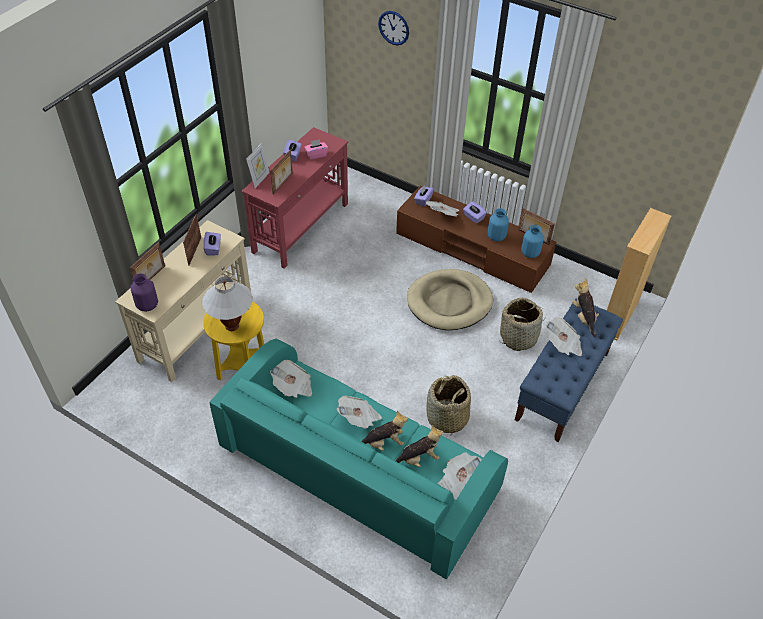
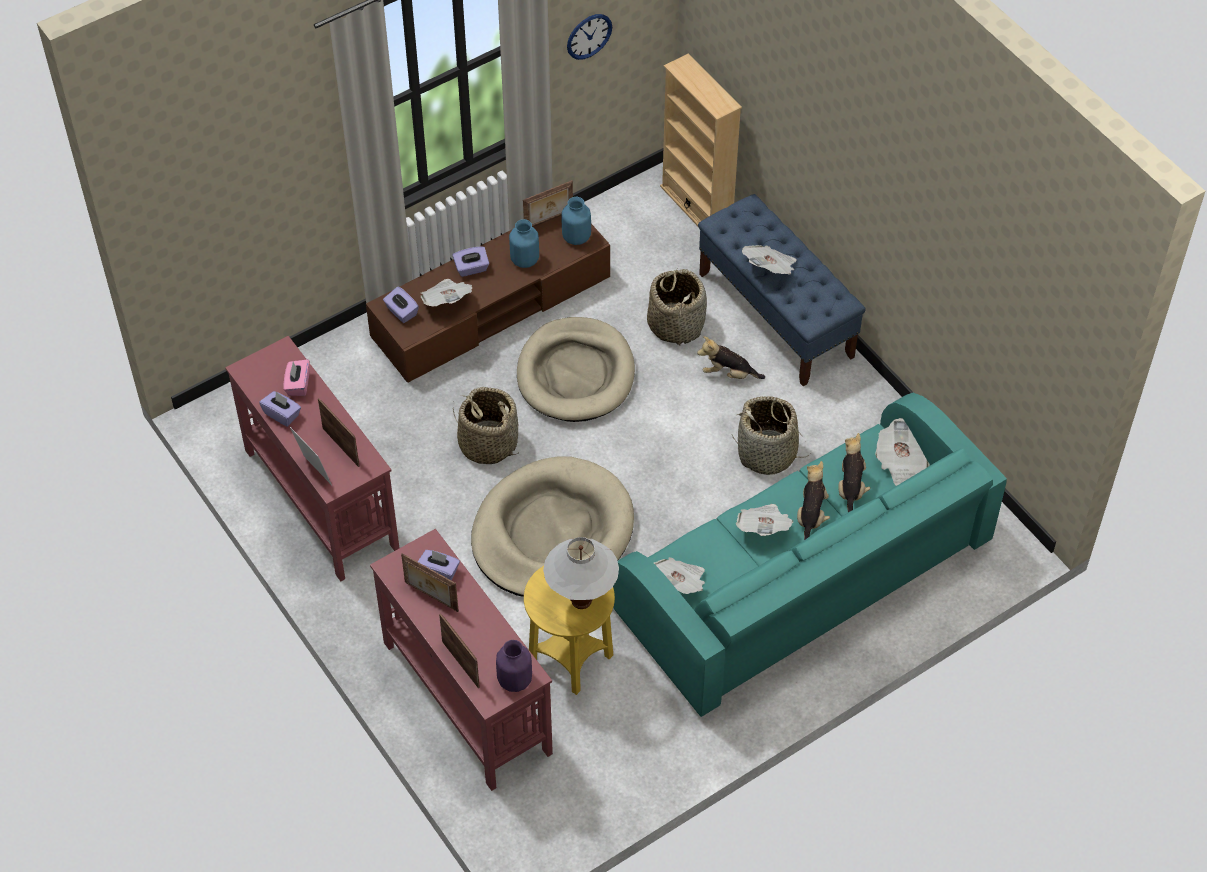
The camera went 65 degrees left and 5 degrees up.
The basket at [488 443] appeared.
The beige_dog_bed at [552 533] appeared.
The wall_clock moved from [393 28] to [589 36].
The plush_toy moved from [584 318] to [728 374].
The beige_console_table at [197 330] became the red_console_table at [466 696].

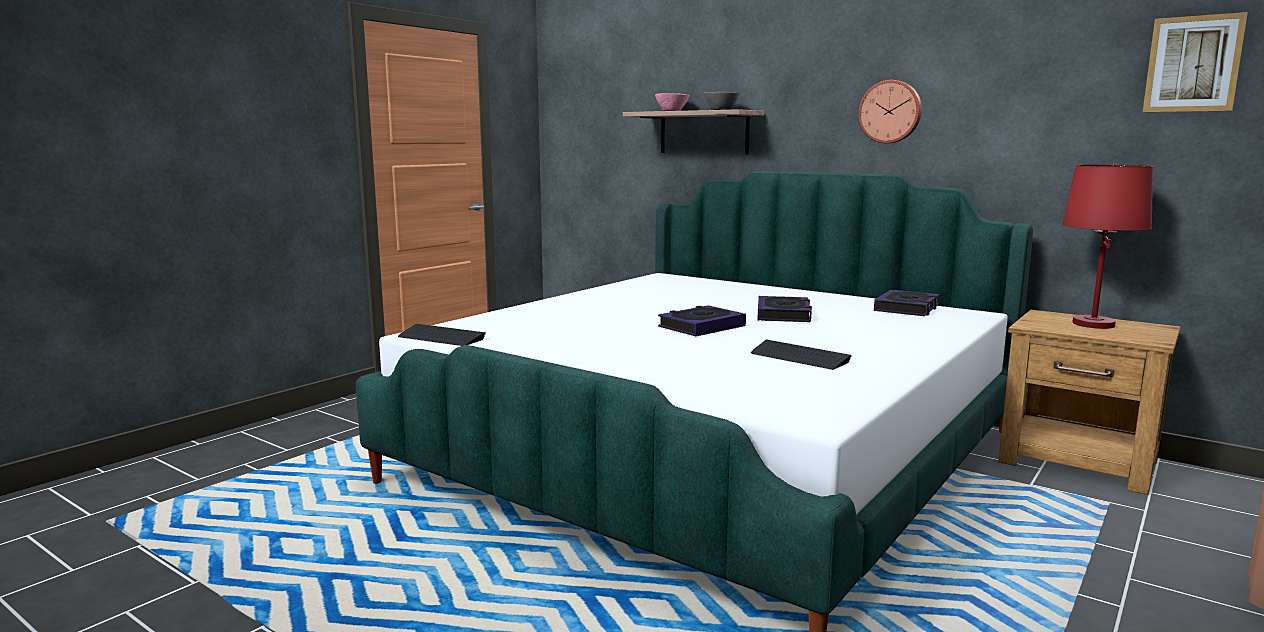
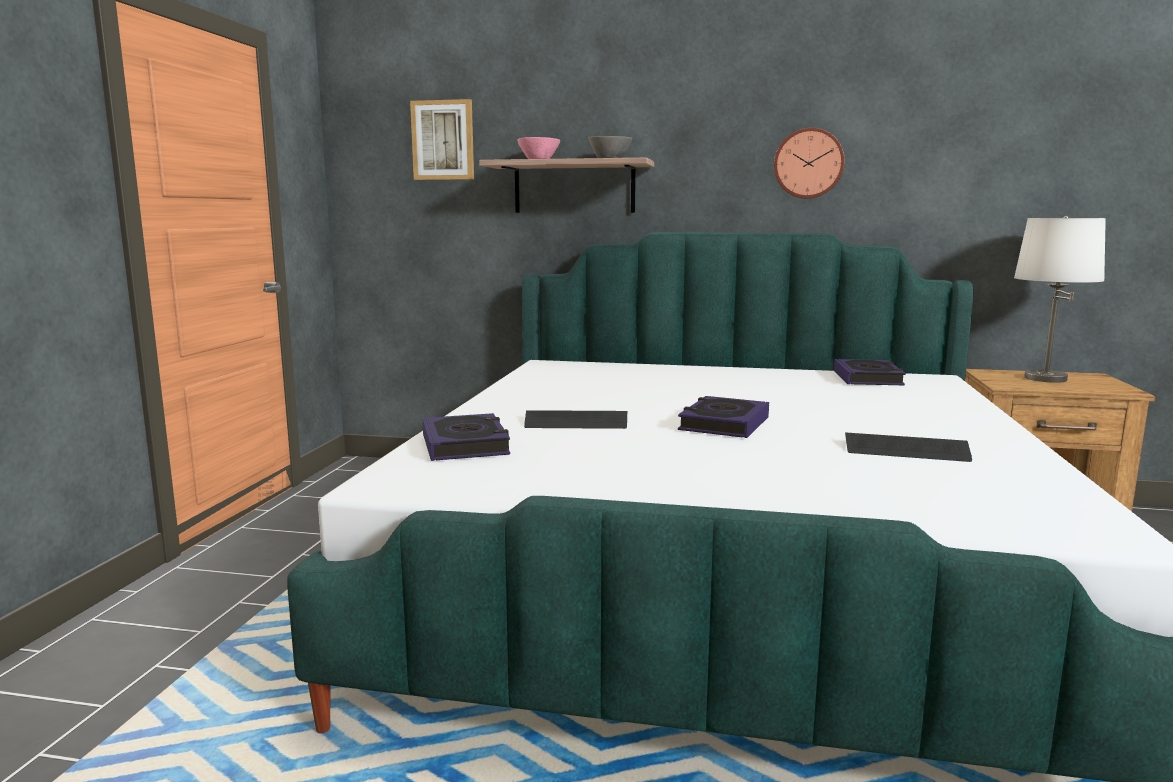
The camera went 25 degrees left and 0 degrees up.
The keyboard moved from [441 337] to [576 423].
The book moved from [783 315] to [465 445].
The picture moved from [1193 64] to [443 140].
The red_table_lamp at [1092 324] became the white_table_lamp at [1044 378].

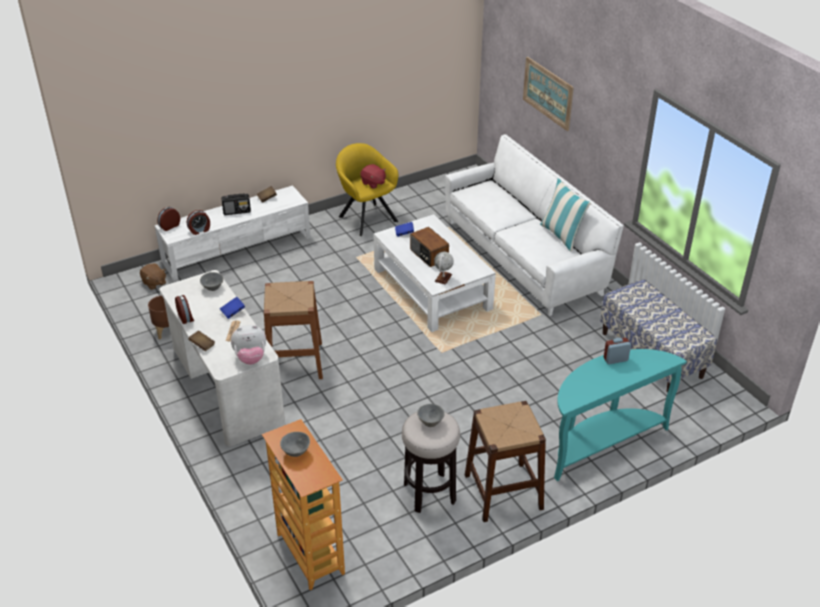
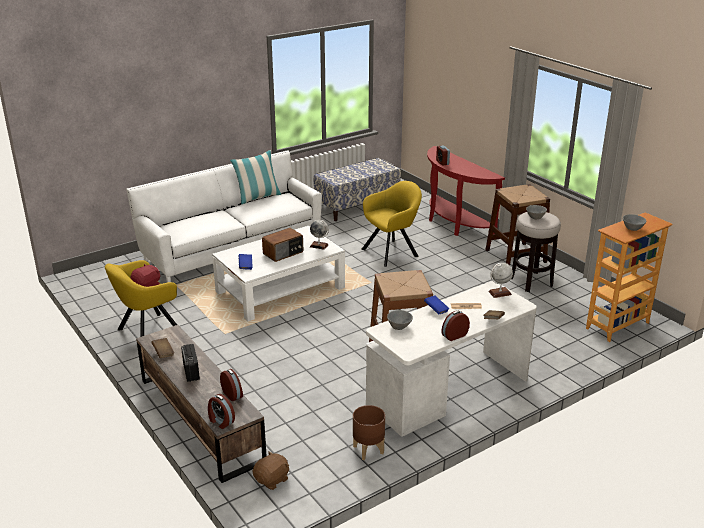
The camera went 95 degrees left and 10 degrees down.
The picture at [548 93] disappeared.
The yellow_armchair at [392 252] appeared.
The plush_toy at [250 358] was replaced by the globe at [499 293].
The white_tv_stand at [237 249] became the brown_tv_stand at [200 418].
The turquoise_console_table at [602 443] became the red_console_table at [453 224].

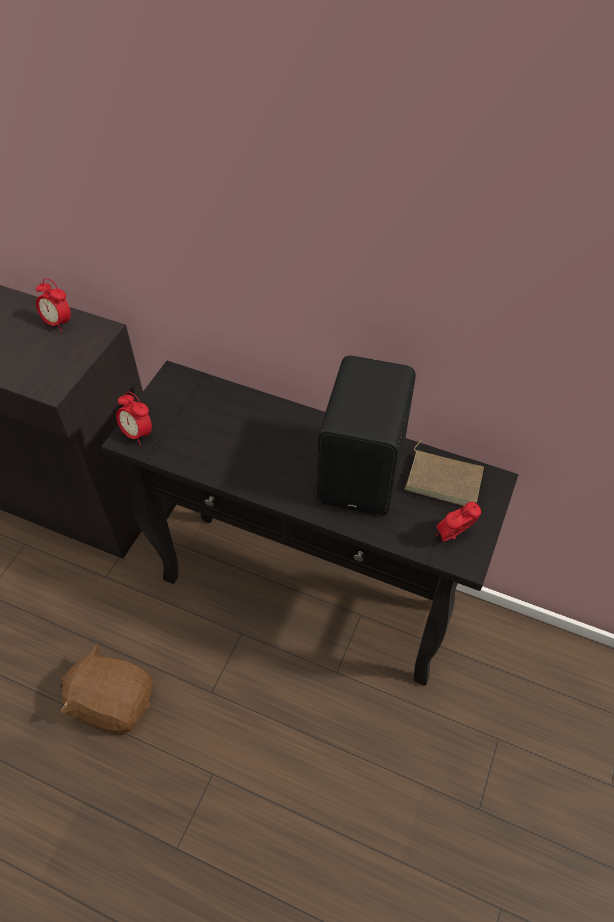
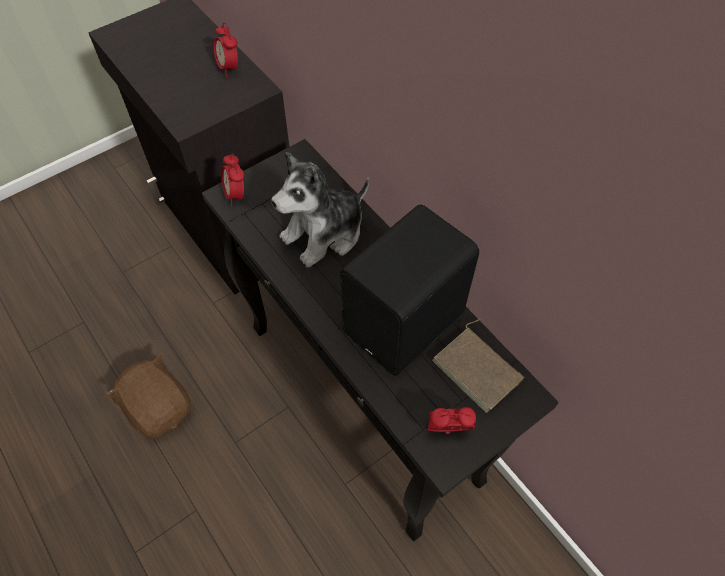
The camera went 30 degrees right and 5 degrees up.
The plush_toy at [324 233] appeared.

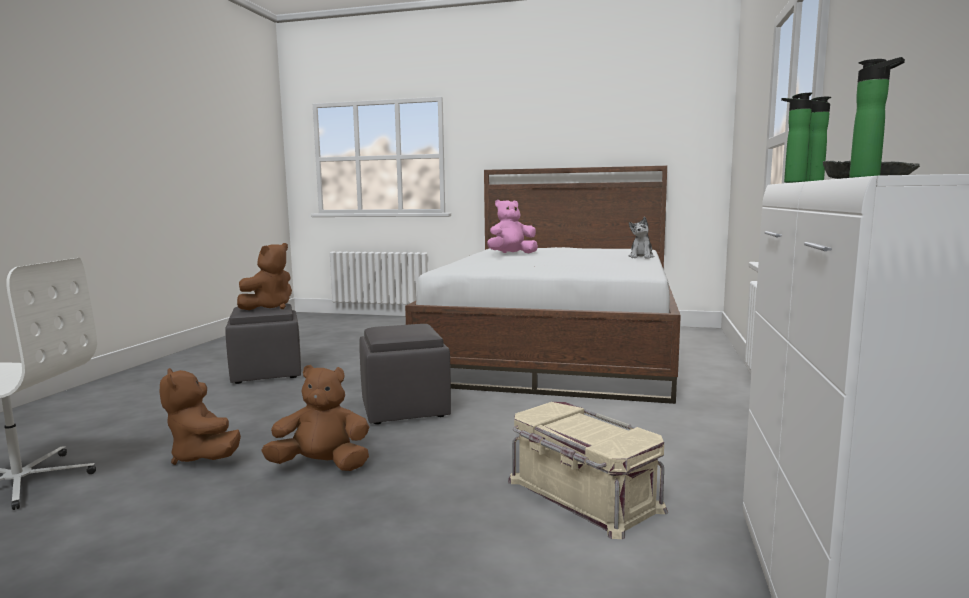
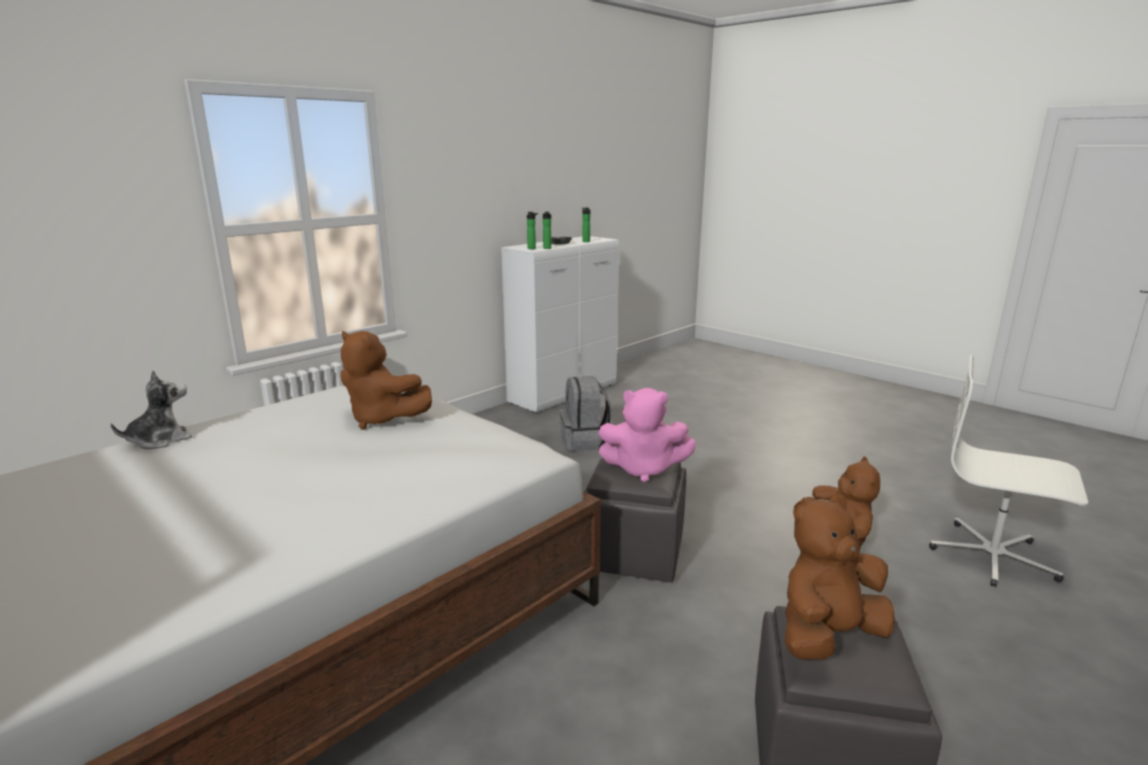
The camera went 150 degrees left and 10 degrees up.
The brown_plush_toy moved from [322 465] to [382 419].
The pink_plush_toy moved from [511 254] to [643 469].
The beige_storage_box at [581 495] was replaced by the grey_backpack at [585 442].

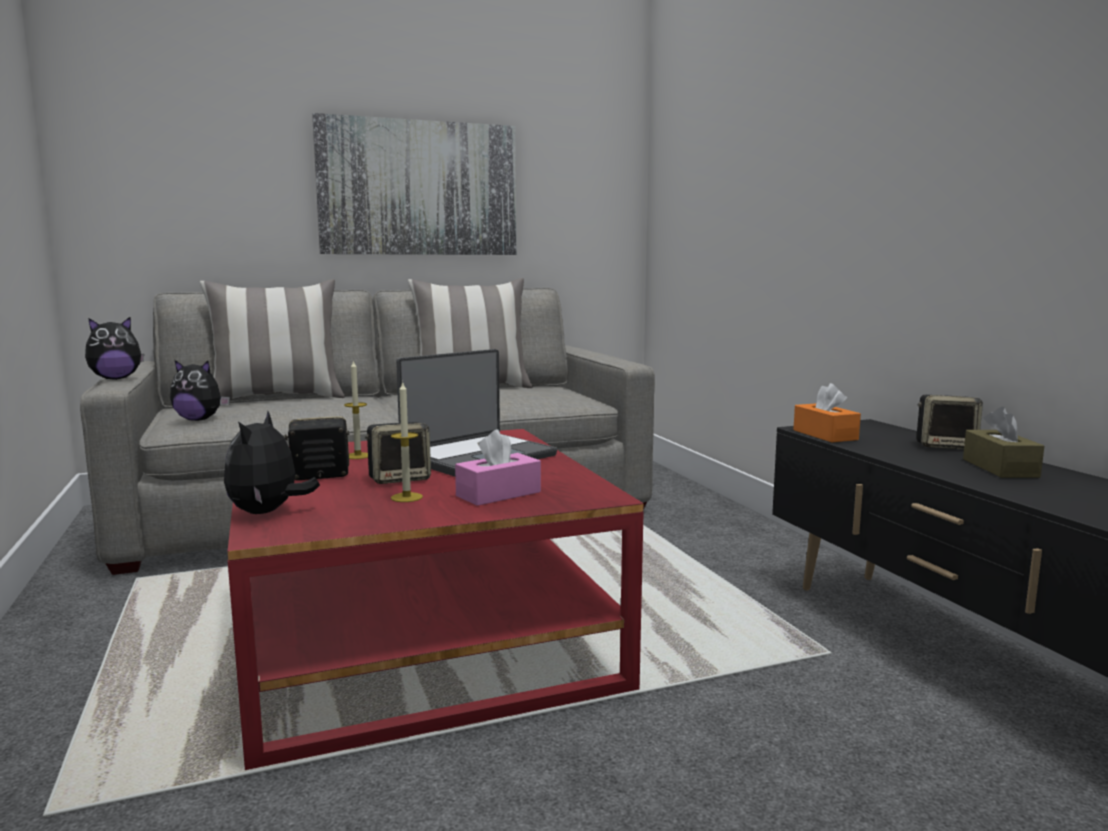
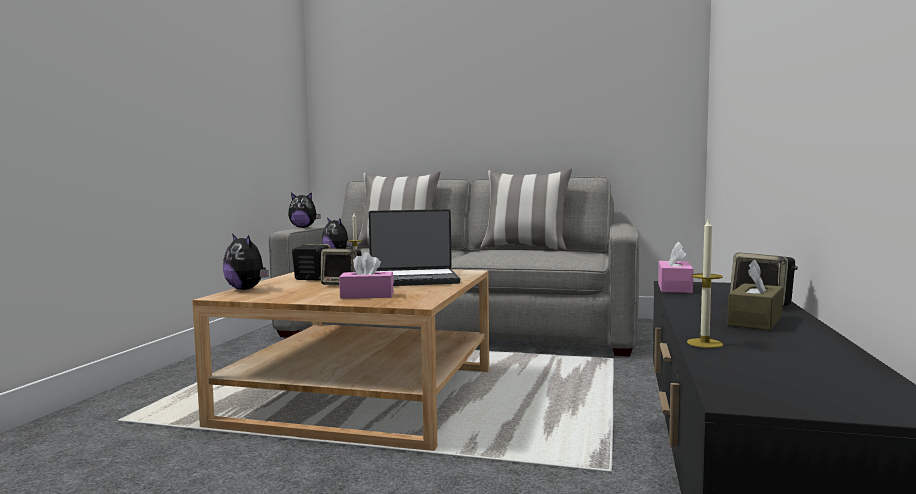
The camera went 35 degrees right and 5 degrees down.
The picture at [419 188] disappeared.
The candle moved from [406 497] to [704 343].
The red_coffee_table at [421 640] became the beige_coffee_table at [363 396].
The orange_tissue_box at [825 435] became the pink_tissue_box at [674 288].
The plush_toy at [268 512] turned 90 degrees counterclockwise.

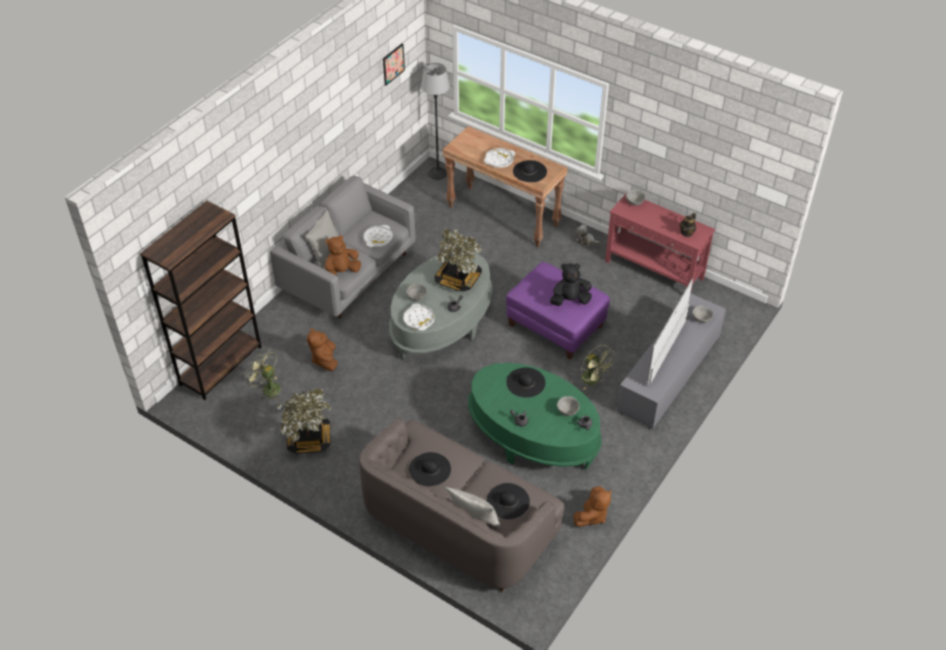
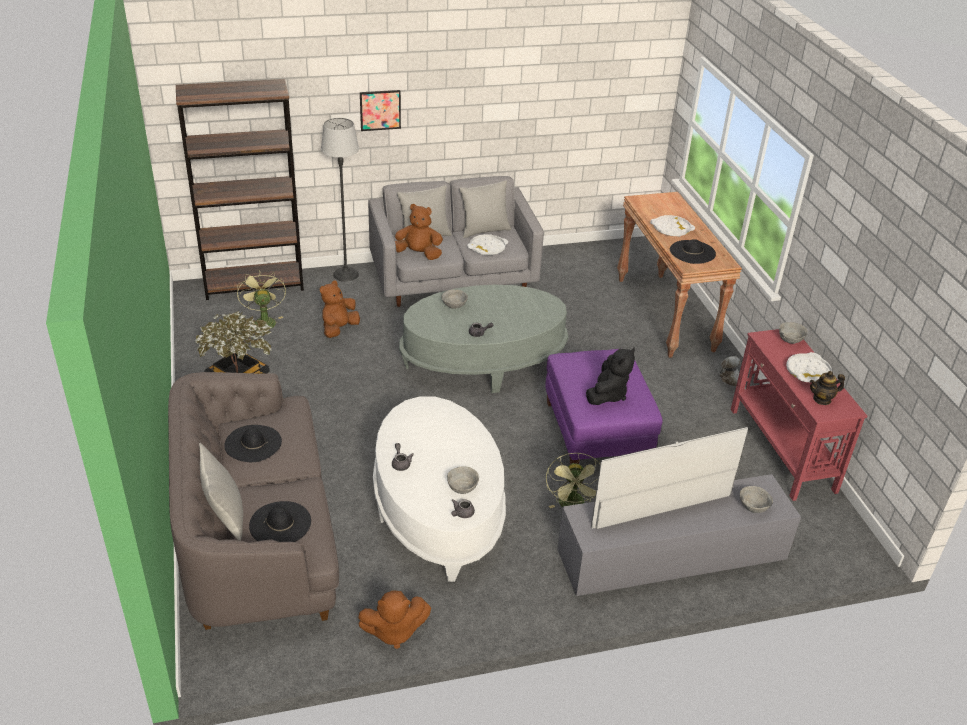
The camera went 40 degrees right and 10 degrees down.
The potted_plant at [457 279] disappeared.
The black_hat at [526 382] disappeared.
The grey_pillow at [484 230] appeared.
The picture moved from [393 64] to [380 110].
The white_tray moved from [419 319] to [807 372].
The floor_lamp moved from [438 173] to [346 274].
The green_coffee_table at [532 435] became the white_coffee_table at [438 511].
The black_plush_toy at [570 300] turned 90 degrees clockwise.

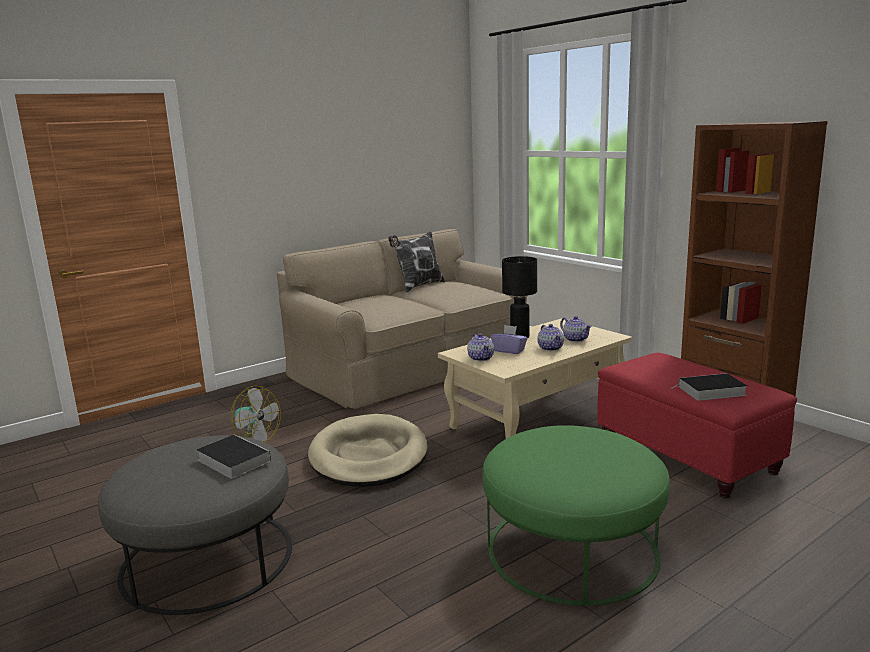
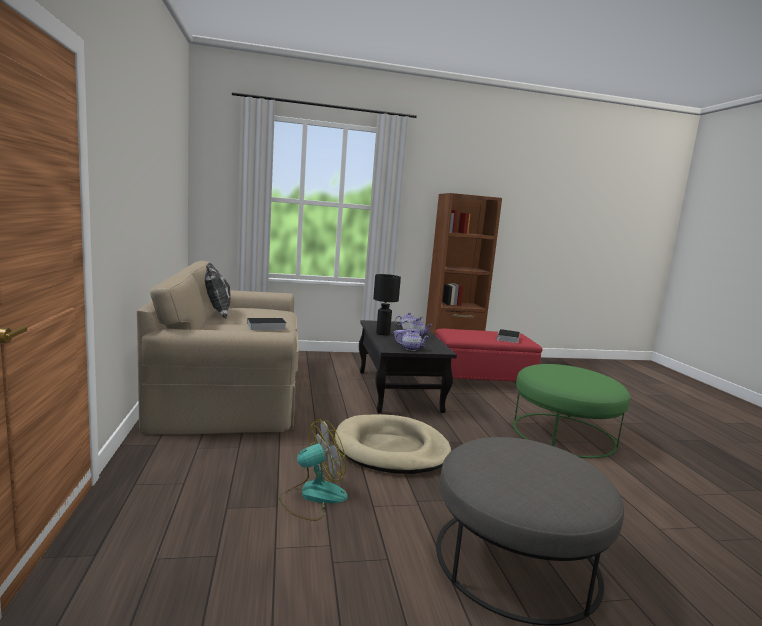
The camera went 65 degrees left and 5 degrees down.
The book moved from [232 460] to [265 327].
The beige_coffee_table at [537 419] became the black_coffee_table at [398 390].

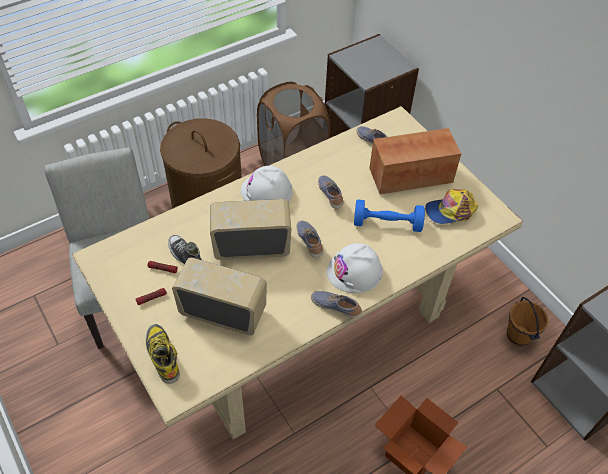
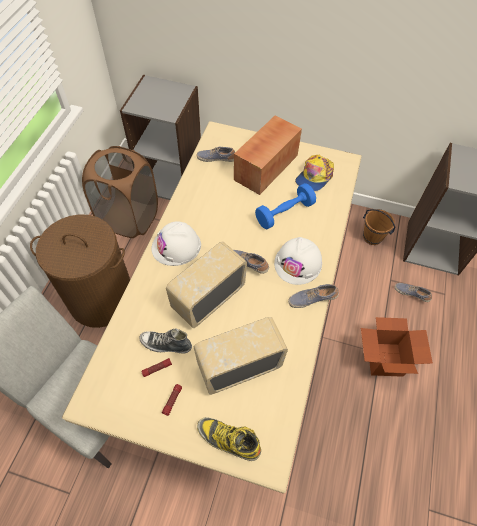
The camera went 40 degrees left and 5 degrees up.
The shoe moved from [331 195] to [411 293].

